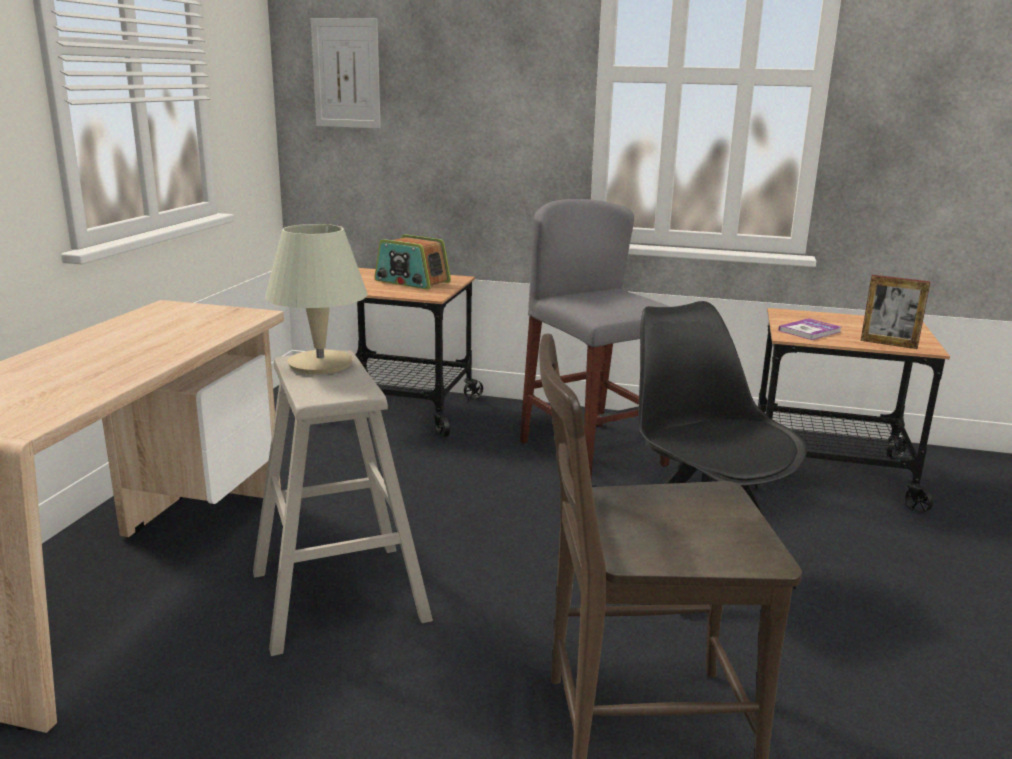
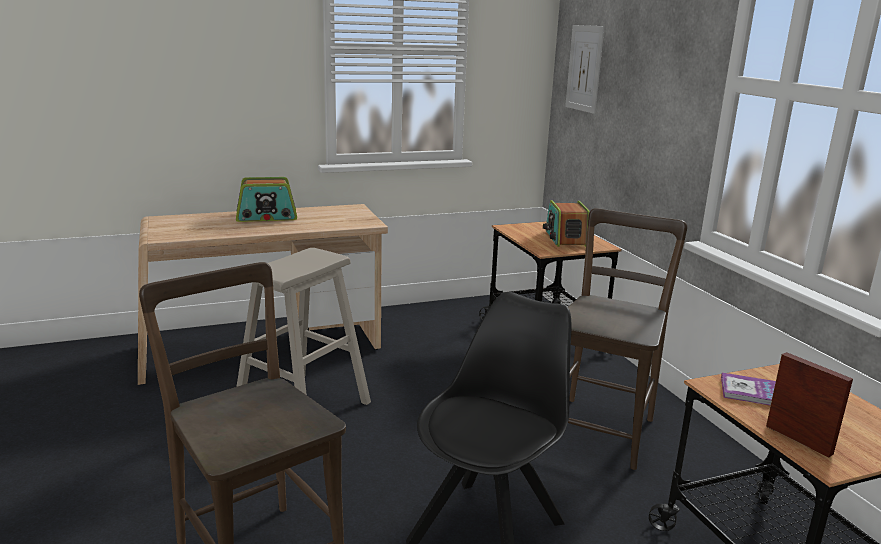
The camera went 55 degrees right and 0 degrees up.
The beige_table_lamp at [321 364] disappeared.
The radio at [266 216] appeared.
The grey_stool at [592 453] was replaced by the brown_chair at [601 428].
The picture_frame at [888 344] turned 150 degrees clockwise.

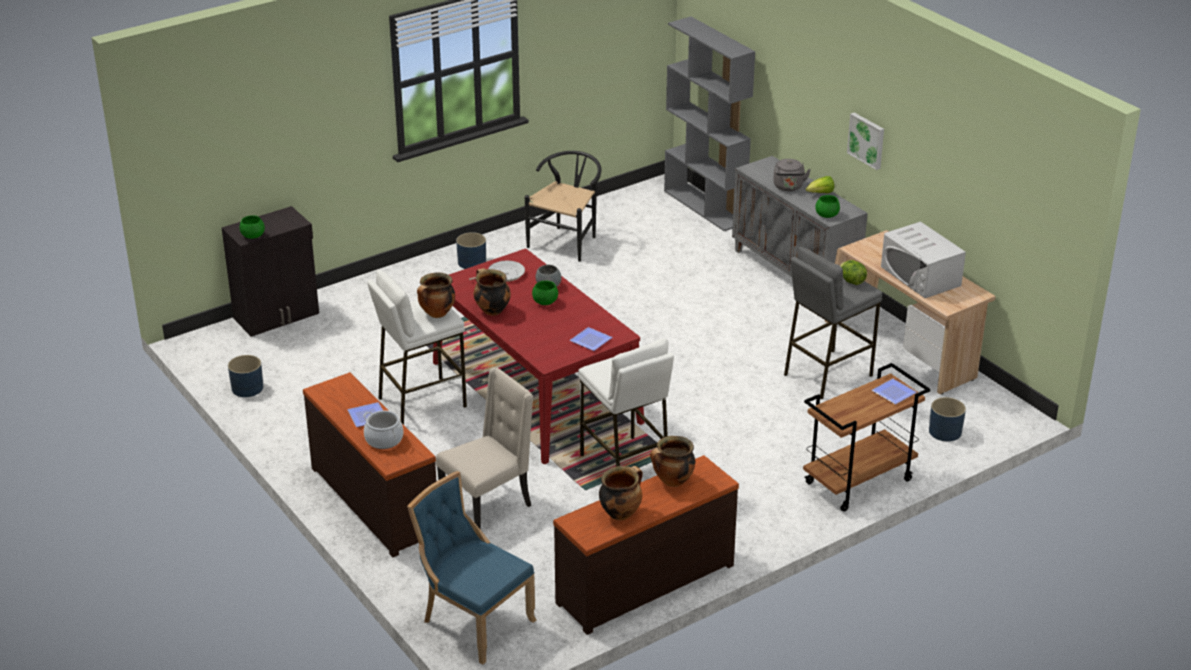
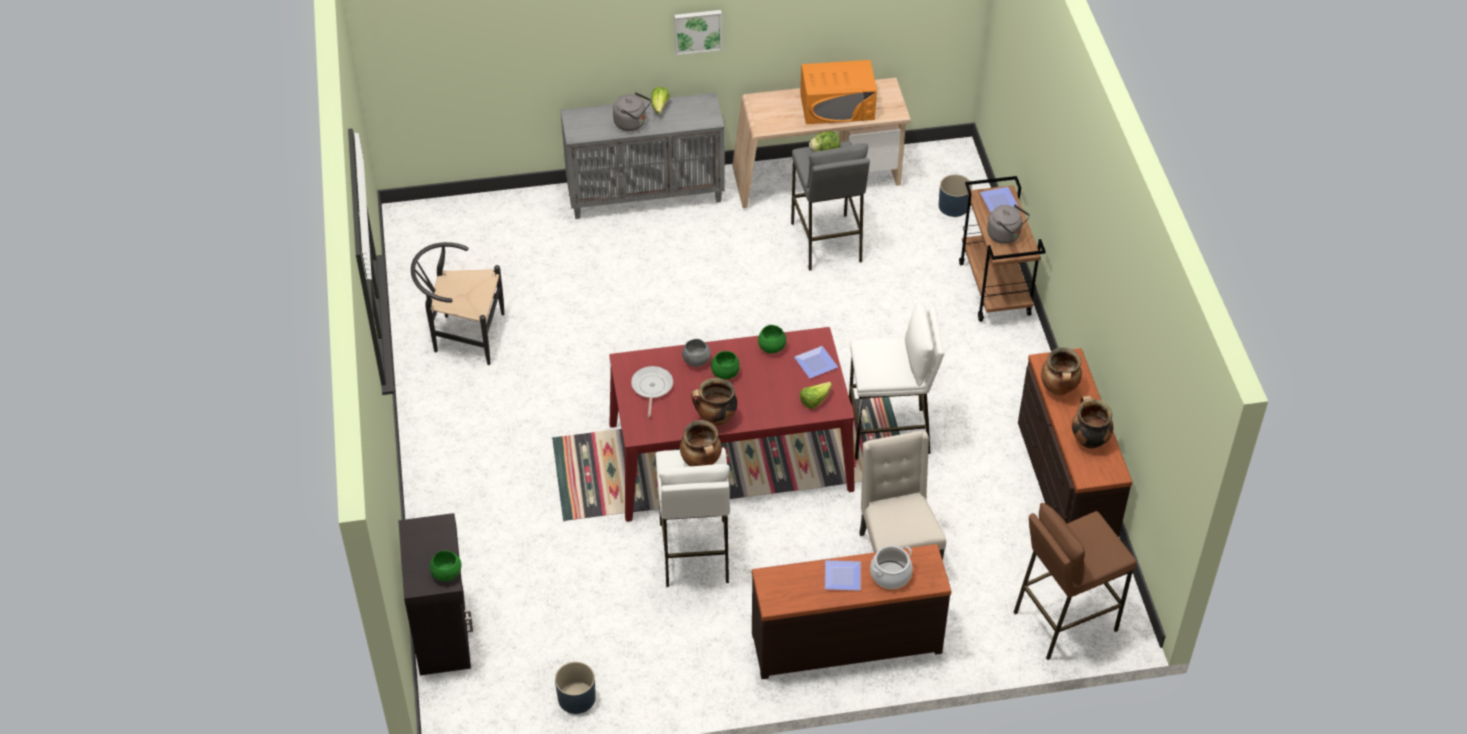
The camera went 65 degrees left and 15 degrees up.
The blue_planter at [472 262] disappeared.
The grey_bookcase at [705 207] disappeared.
The lettuce at [814 401] appeared.
The grey_kettle at [1005 235] appeared.
The green_bowl moved from [827 215] to [772 347].
The blue_chair at [473 621] was replaced by the brown_stool at [1064 620].
The white_microwave at [920 276] became the orange_microwave at [837 107].
The black_chair at [567 241] turned 45 degrees counterclockwise.

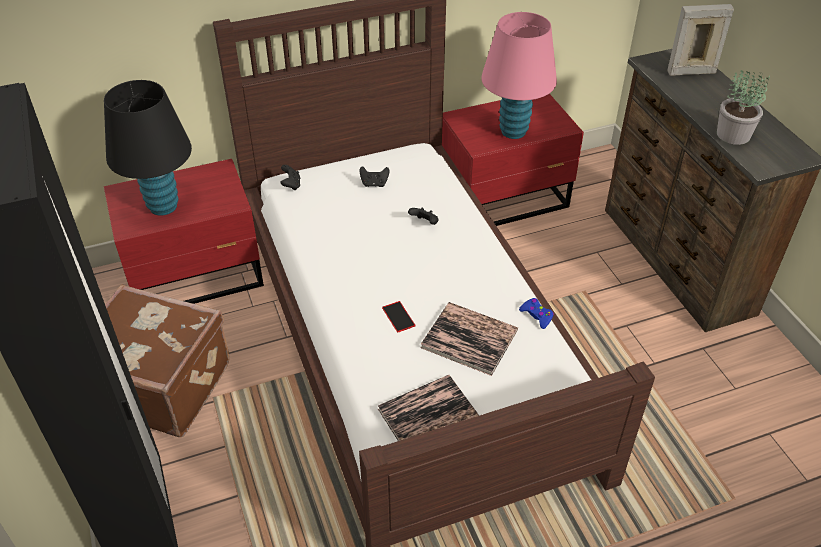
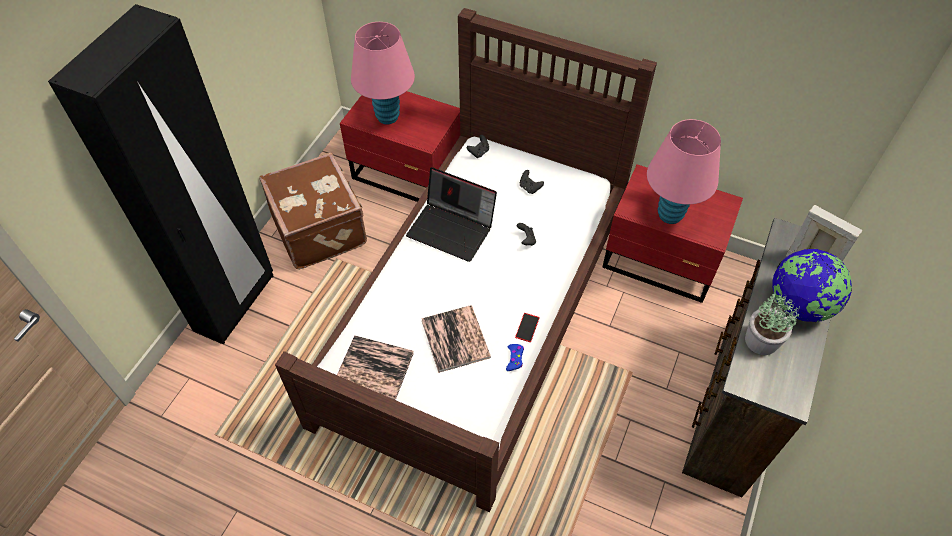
The camera went 45 degrees right and 10 degrees up.
The laptop at [452 229] appeared.
The globe at [799 305] appeared.
The phone moved from [398 317] to [527 327].
The black_table_lamp at [163 207] became the pink_table_lamp at [387 117].

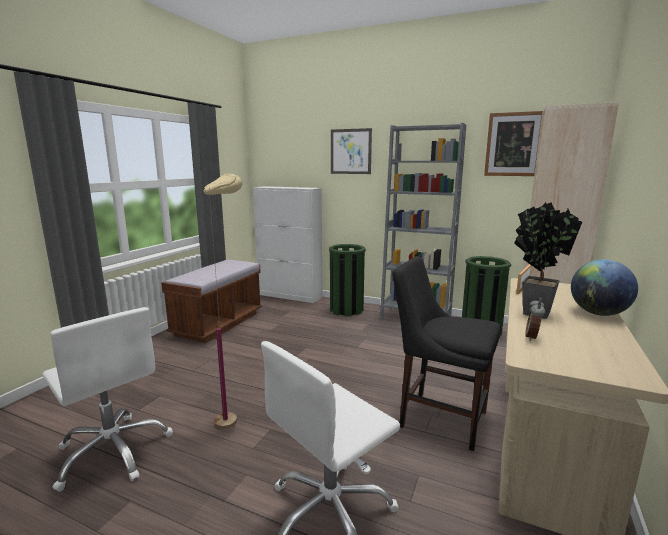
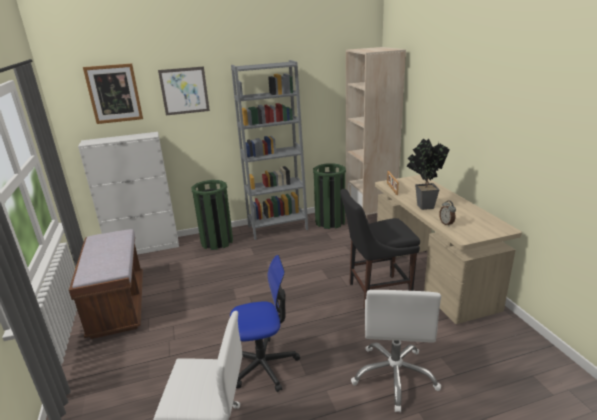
The camera went 40 degrees left and 10 degrees up.
The globe at [598 313] disappeared.
The picture moved from [513 144] to [114 93].
The beige_floor_lamp at [235 417] was replaced by the office_chair at [263 365].

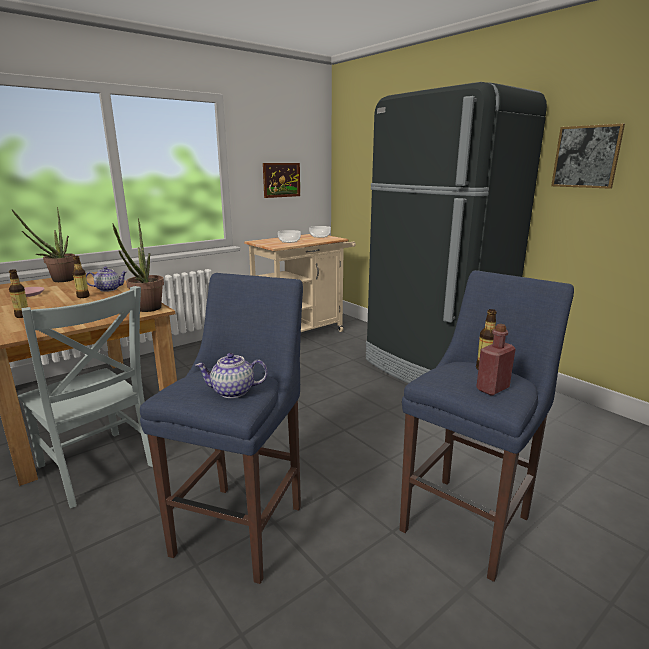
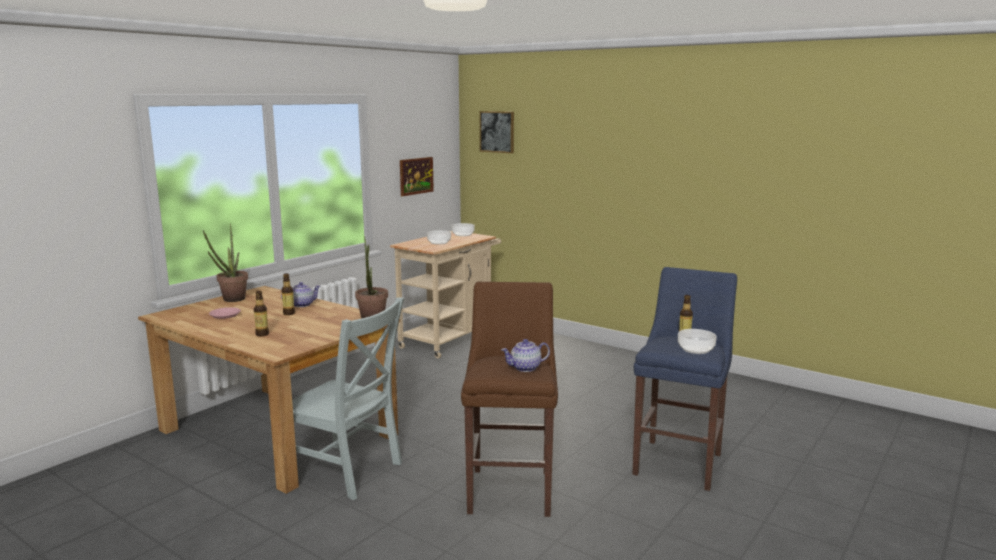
The camera went 15 degrees left and 5 degrees down.
The black_fridge at [433 368] disappeared.
The picture moved from [586 157] to [497 131].
The red_bottle at [492 389] was replaced by the bowl at [696 349].
The blue_stool at [243 525] became the brown_stool at [511 489].

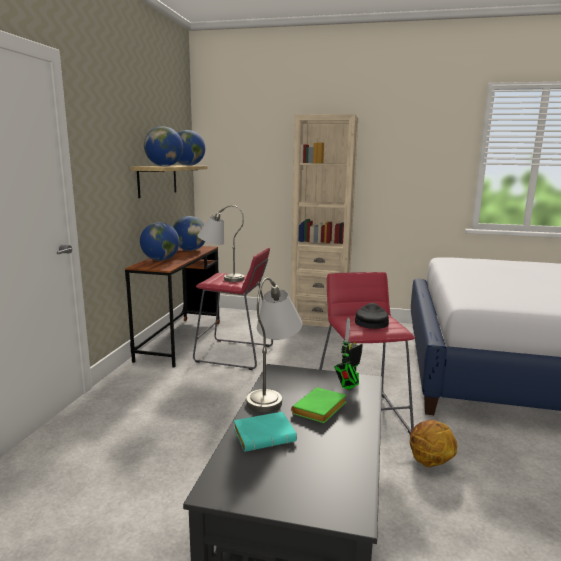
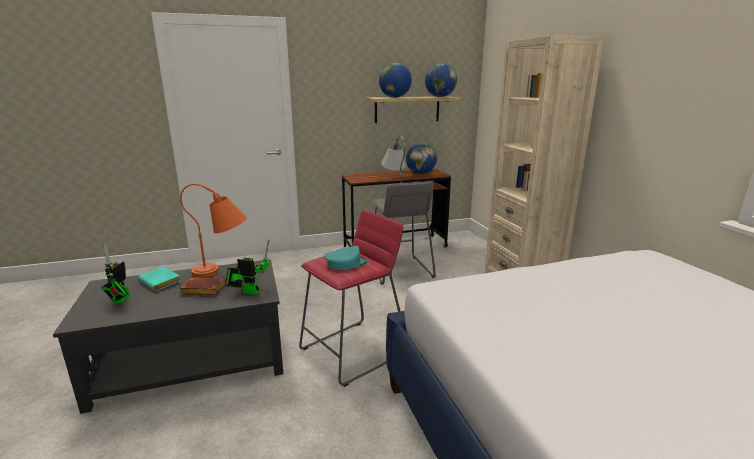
The camera went 60 degrees right and 5 degrees up.
The globe at [160 260] disappeared.
The basketball at [429 462] disappeared.
The toy_robot at [120 300] appeared.
The red_stool at [234 354] became the grey_stool at [399 270].
The grey_table_lamp at [273 392] became the orange_table_lamp at [223 271].
The green_book at [320 410] became the brown_book at [202 290].
The black_cap at [371 322] became the turquoise_cap at [346 263].

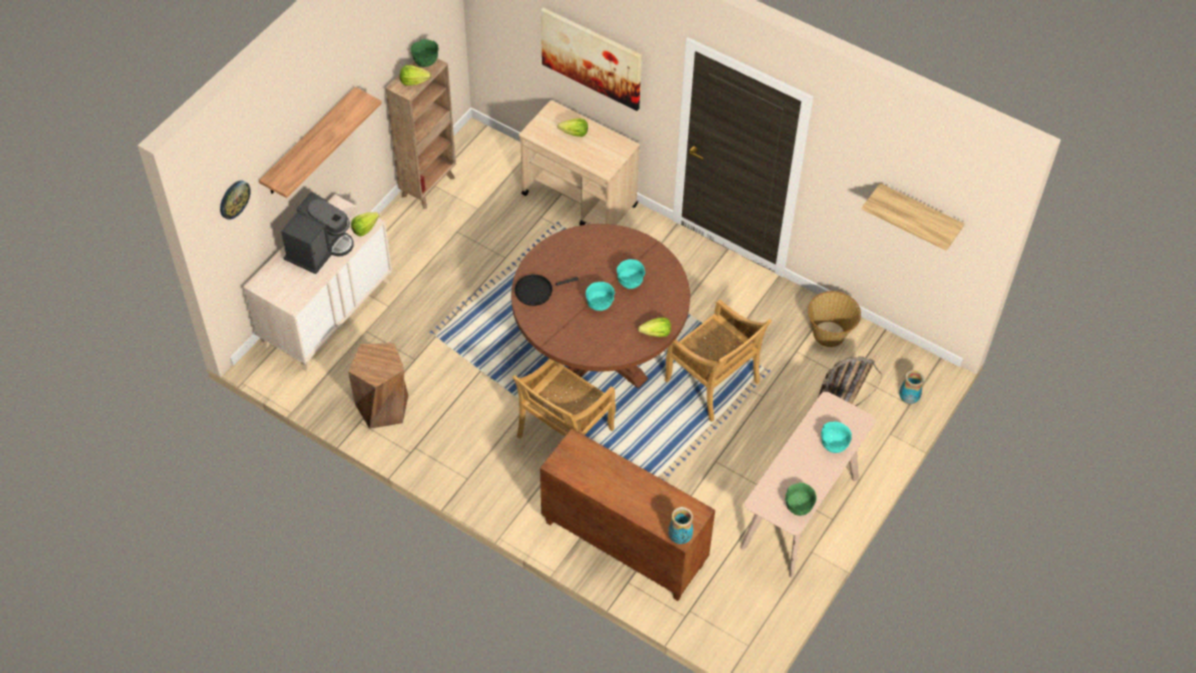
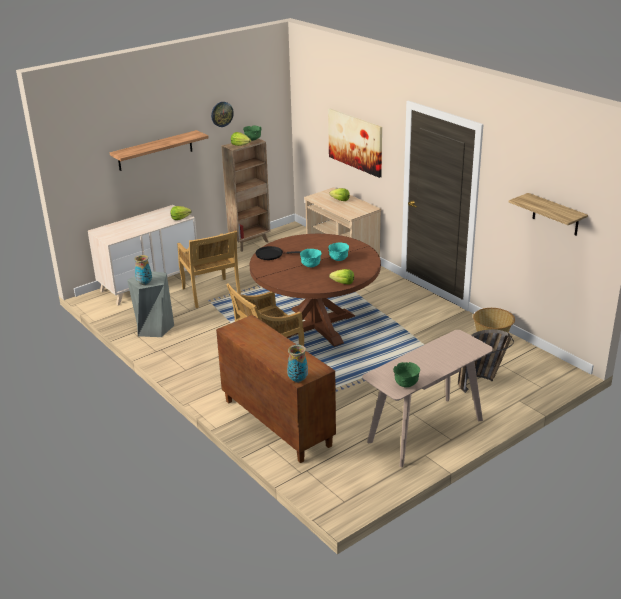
The camera went 20 degrees right and 25 degrees down.
The coffee_machine at [319 249] disappeared.
The turquoise_bowl at [833 445] disappeared.
The wall_clock moved from [234 199] to [222 114].
The beige_chair moved from [713 383] to [211 293].
The vase moved from [908 398] to [144 283].
The brown_stool at [383 407] became the grey_stool at [154 328].

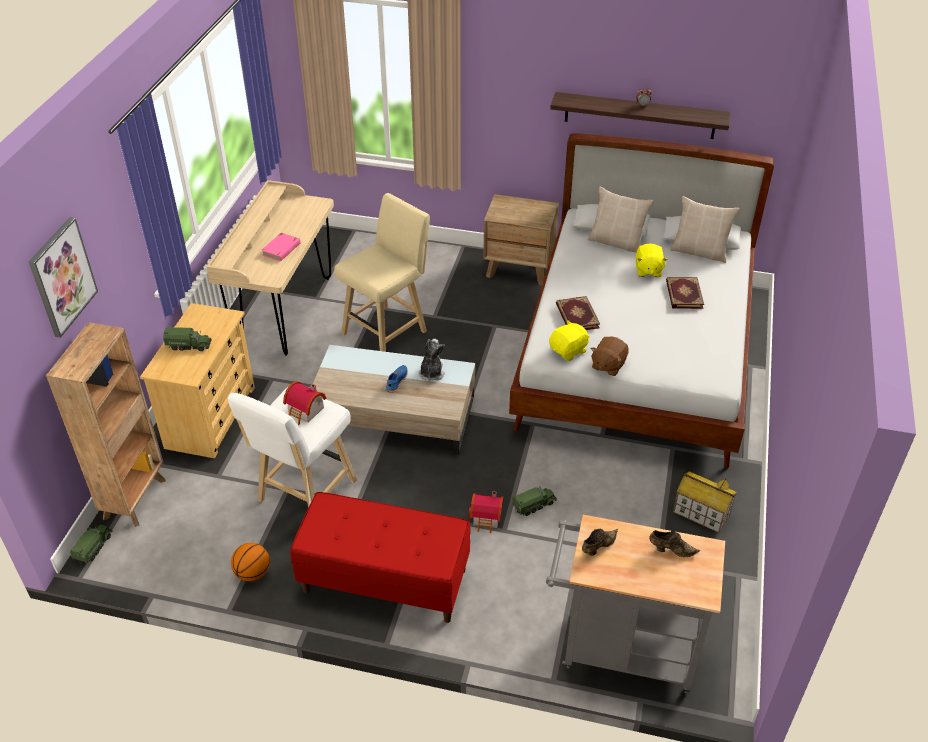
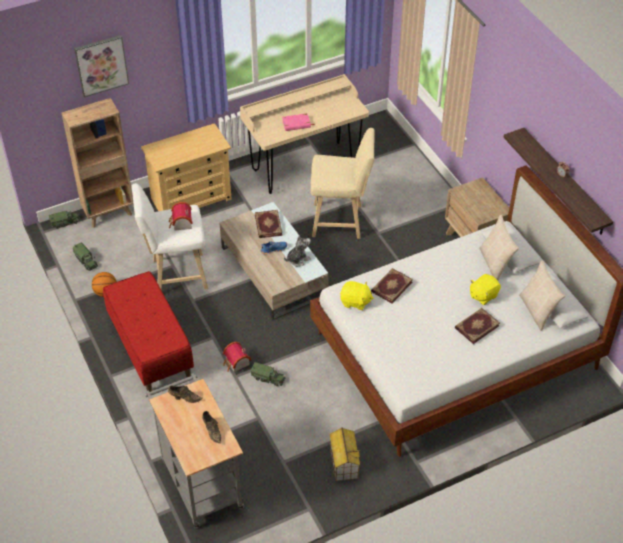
The camera went 50 degrees right and 5 degrees up.
The brown_plush_toy at [608 365] disappeared.
The book at [267 225] appeared.
The toy_truck moved from [189 345] to [86 261].

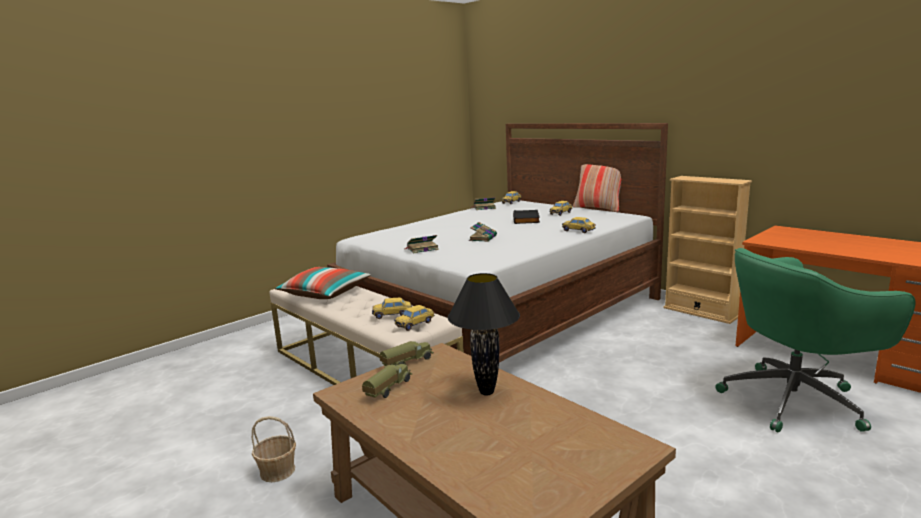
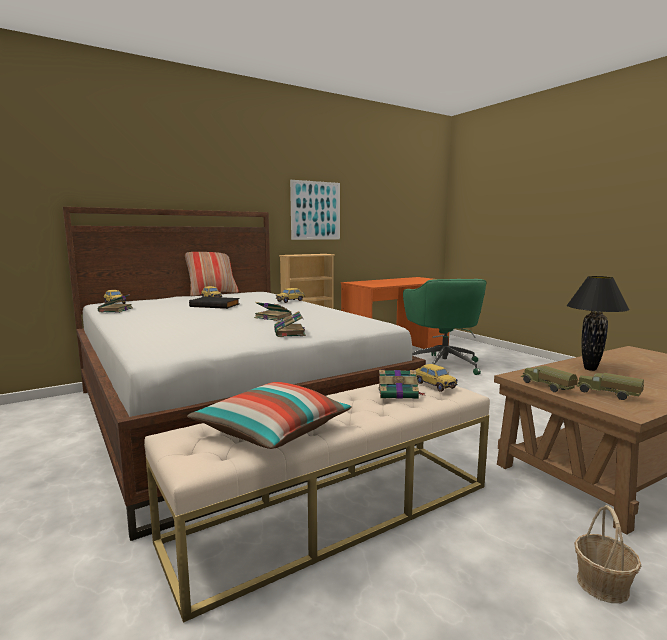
The camera went 80 degrees left and 5 degrees down.
The picture at [315 210] appeared.
The toy_car at [392 315] was replaced by the book at [399 393].

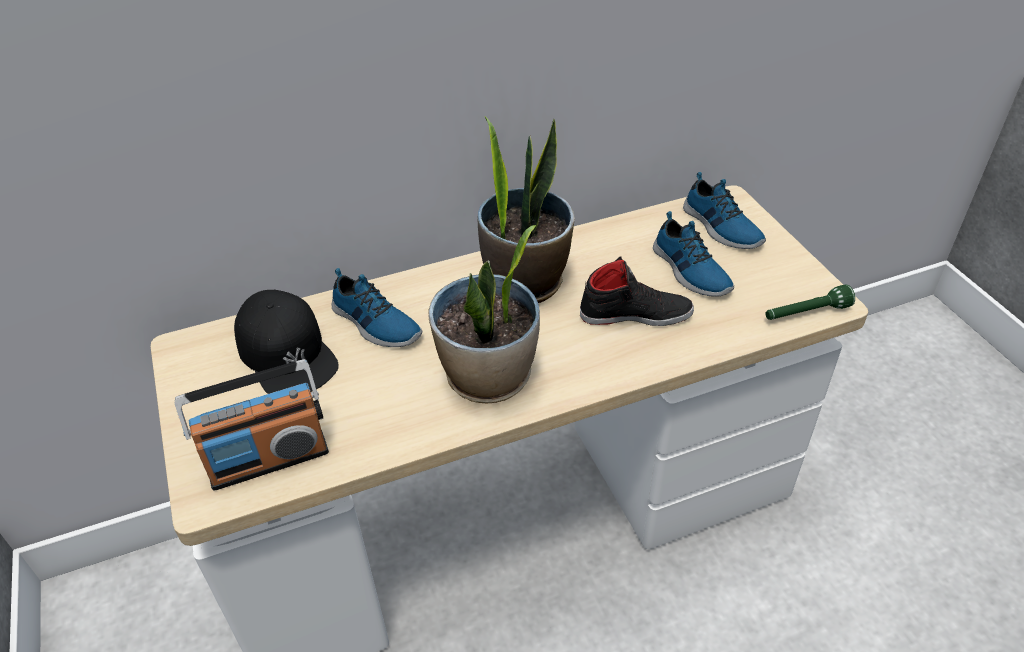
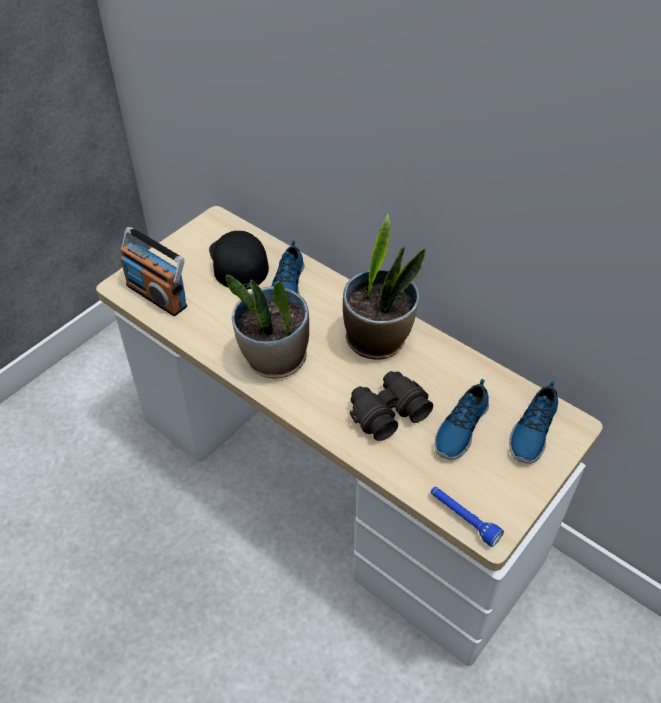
The camera went 60 degrees right and 5 degrees up.
The black_shoe at [635 313] was replaced by the black_binoculars at [387 412].
The green_flashlight at [806 313] became the blue_flashlight at [463 518].
The black_cap at [287 353] turned 135 degrees clockwise.

